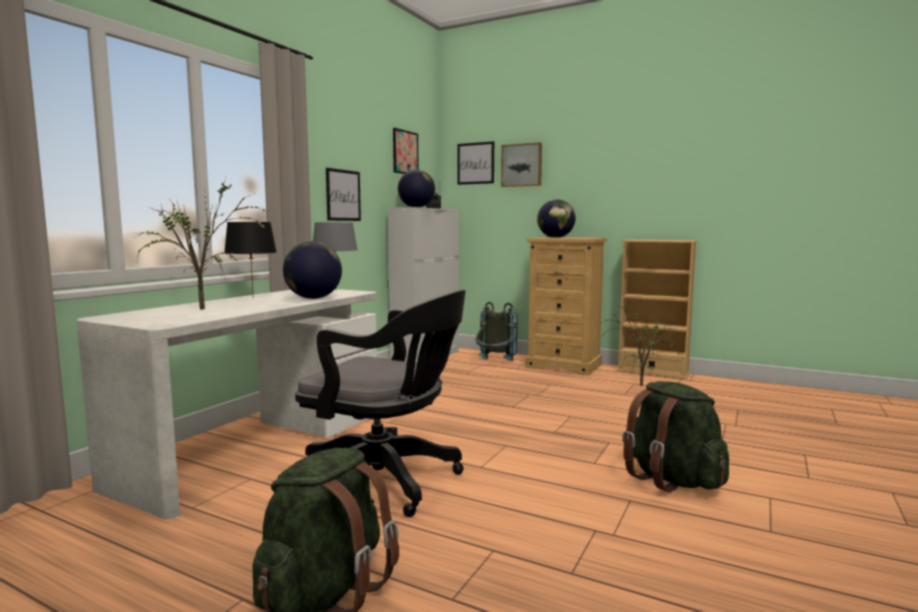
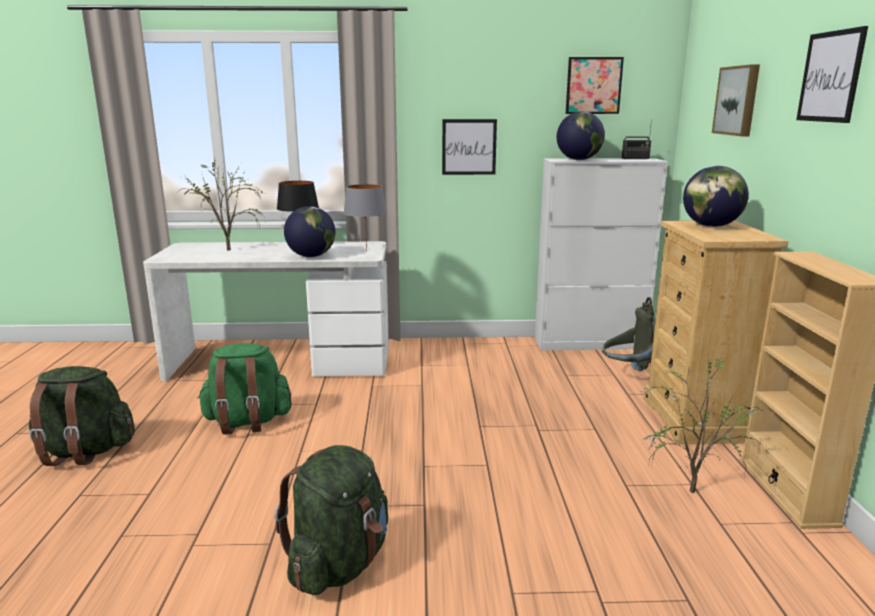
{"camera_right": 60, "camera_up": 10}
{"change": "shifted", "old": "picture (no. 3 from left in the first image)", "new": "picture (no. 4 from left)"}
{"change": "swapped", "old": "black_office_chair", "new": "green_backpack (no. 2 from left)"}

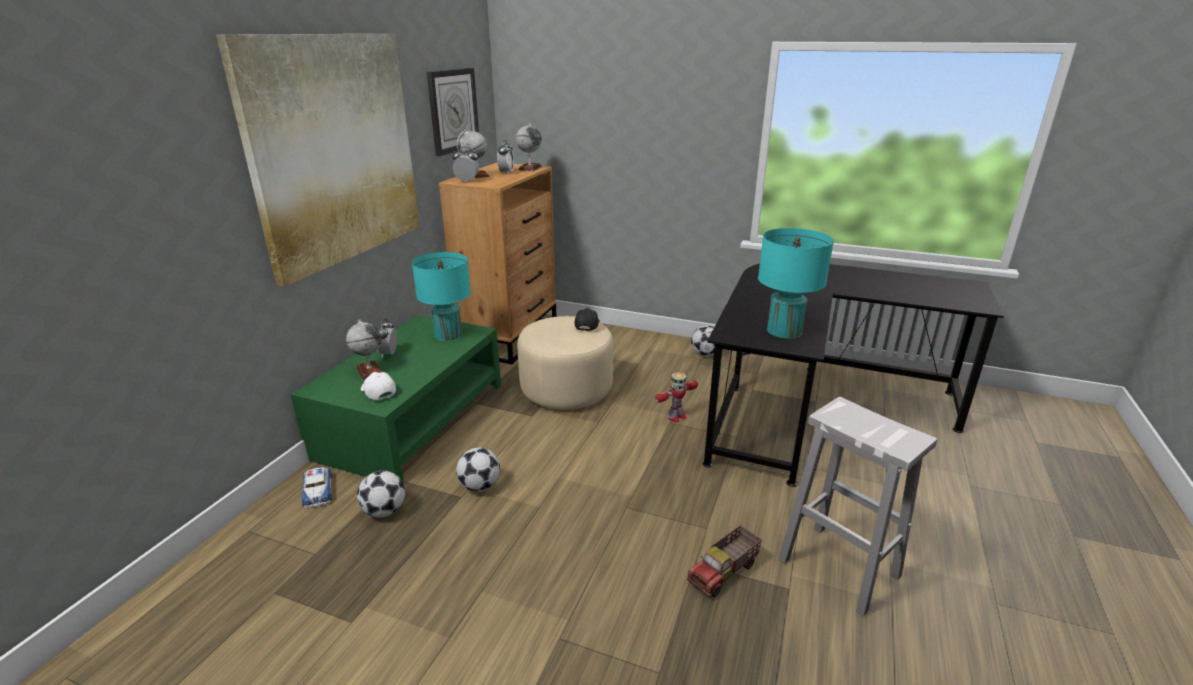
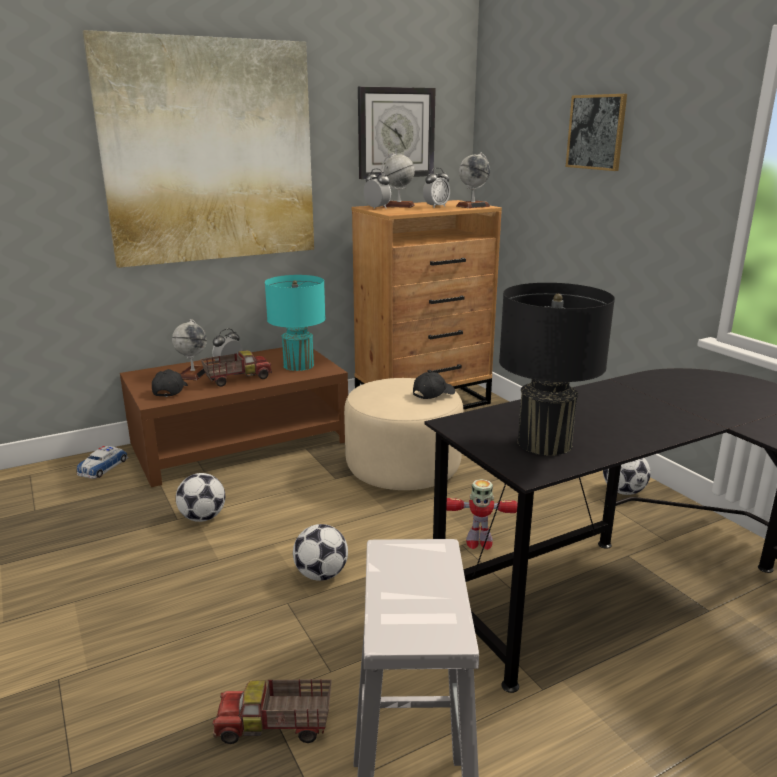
{"camera_right": 40, "camera_up": -5}
{"change": "repainted", "old": "turquoise_table_lamp (no. 2 from left)", "new": "black_table_lamp"}
{"change": "repainted", "old": "green_coffee_table", "new": "brown_coffee_table"}
{"change": "repainted", "old": "white_cap", "new": "black_cap (no. 1 from left)"}
{"change": "shifted", "old": "football (no. 1 from left in the first image)", "new": "football (no. 2 from left)"}
{"change": "new", "new": "picture (no. 2 from left)"}
{"change": "new", "new": "toy_truck (no. 1 from left)"}

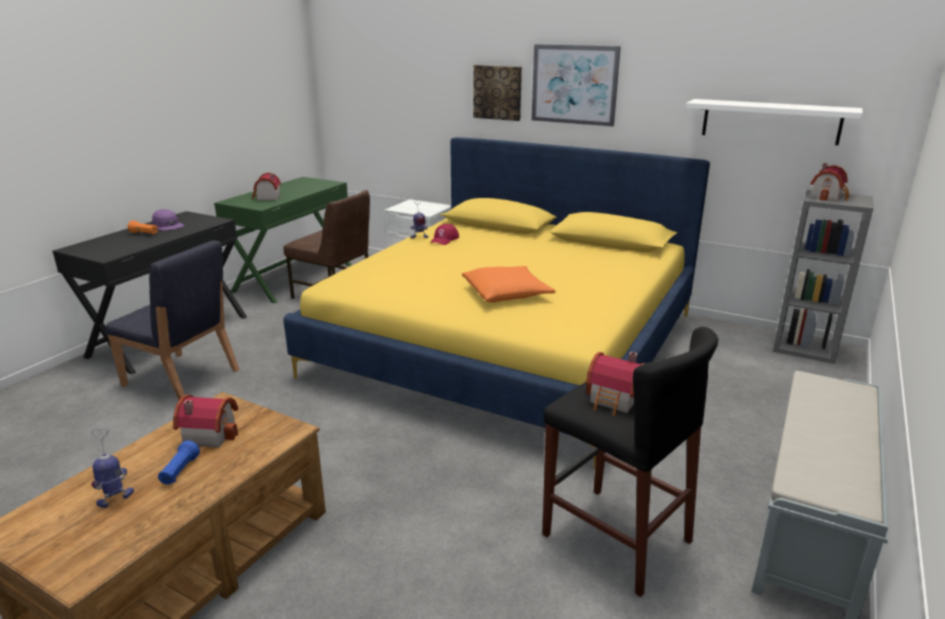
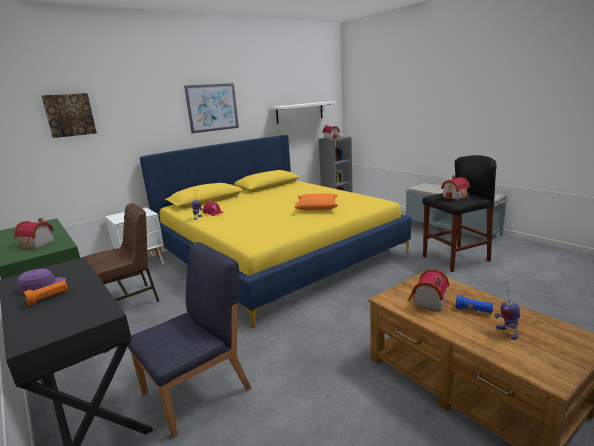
{"camera_right": -65, "camera_up": -5}
{"change": "shifted", "old": "picture (no. 1 from left)"}

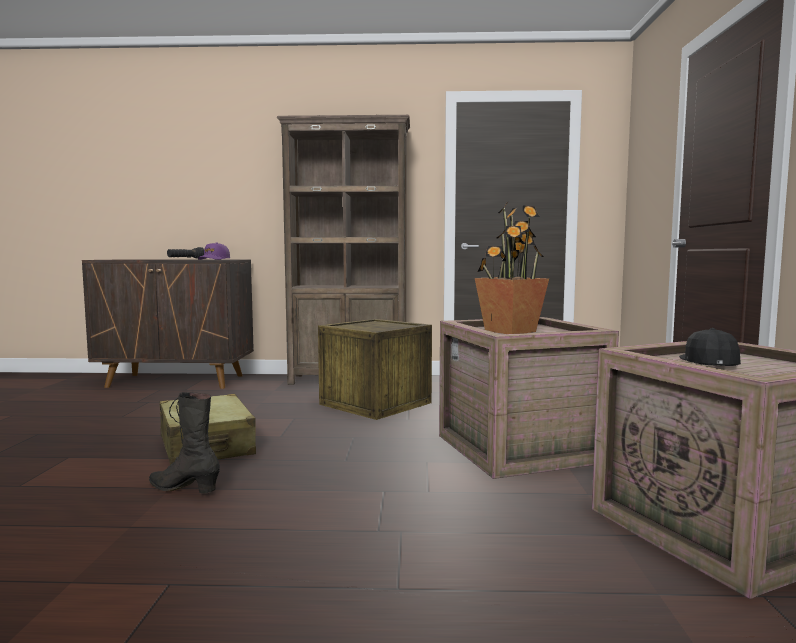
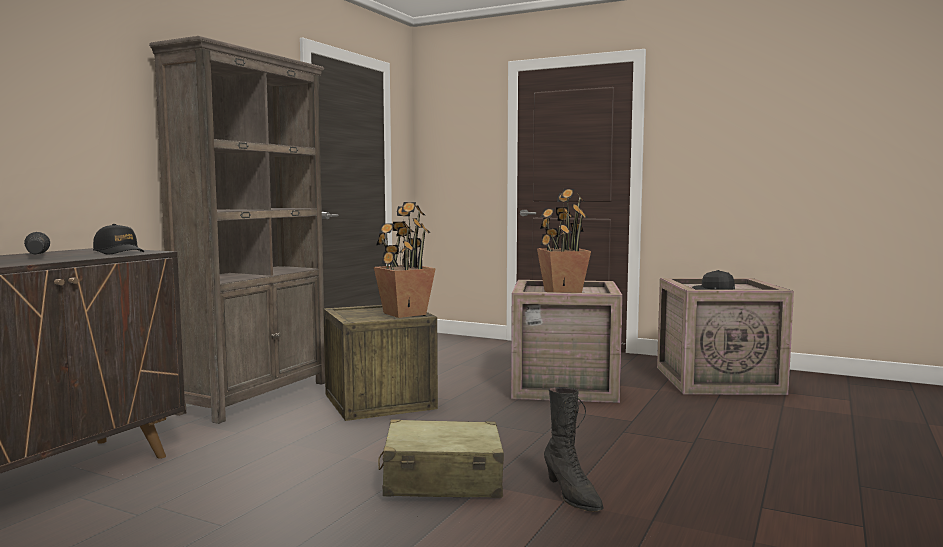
{"camera_right": -65, "camera_up": 0}
{"change": "repainted", "old": "purple_cap", "new": "black_cap (no. 1 from left)"}
{"change": "rotated", "old": "black_boot", "degrees": -75}
{"change": "new", "new": "potted_plant (no. 1 from left)"}

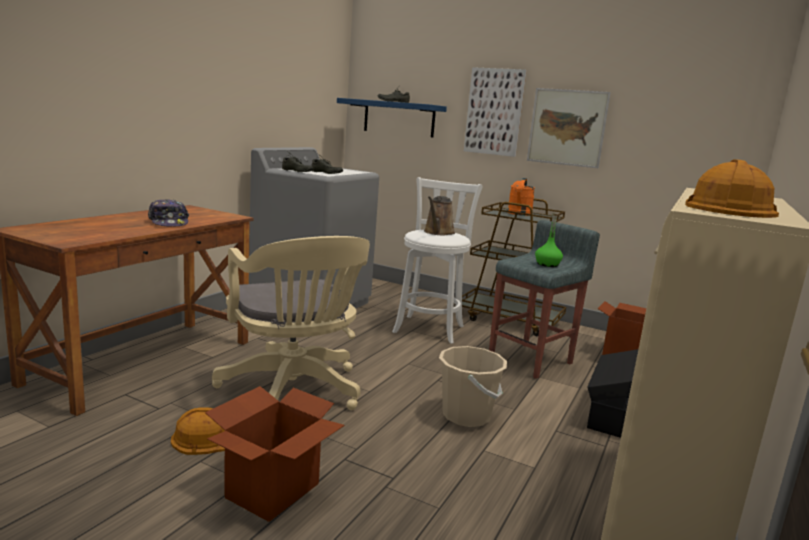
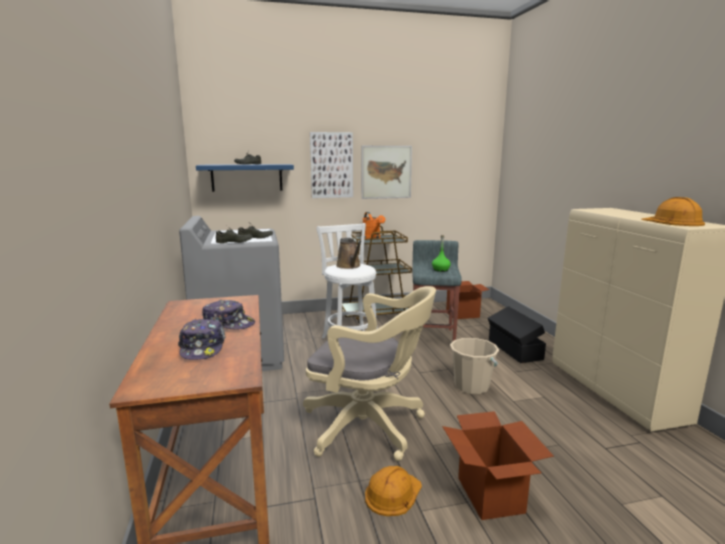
{"camera_right": -40, "camera_up": 0}
{"change": "new", "new": "cap (no. 1 from left)"}

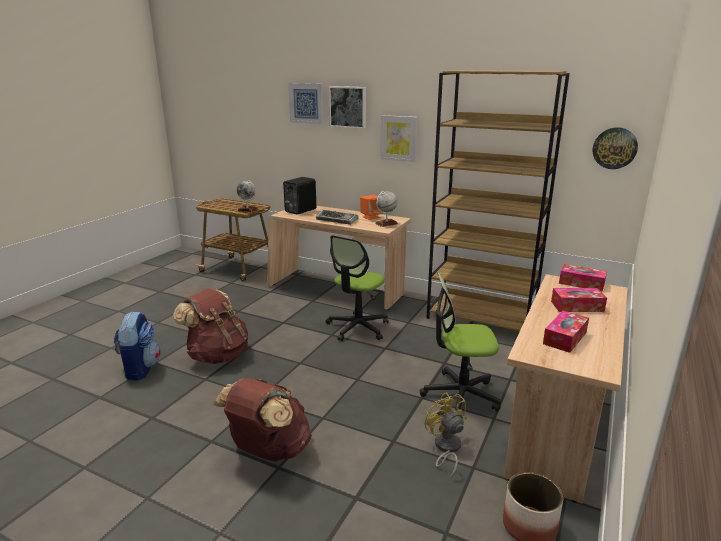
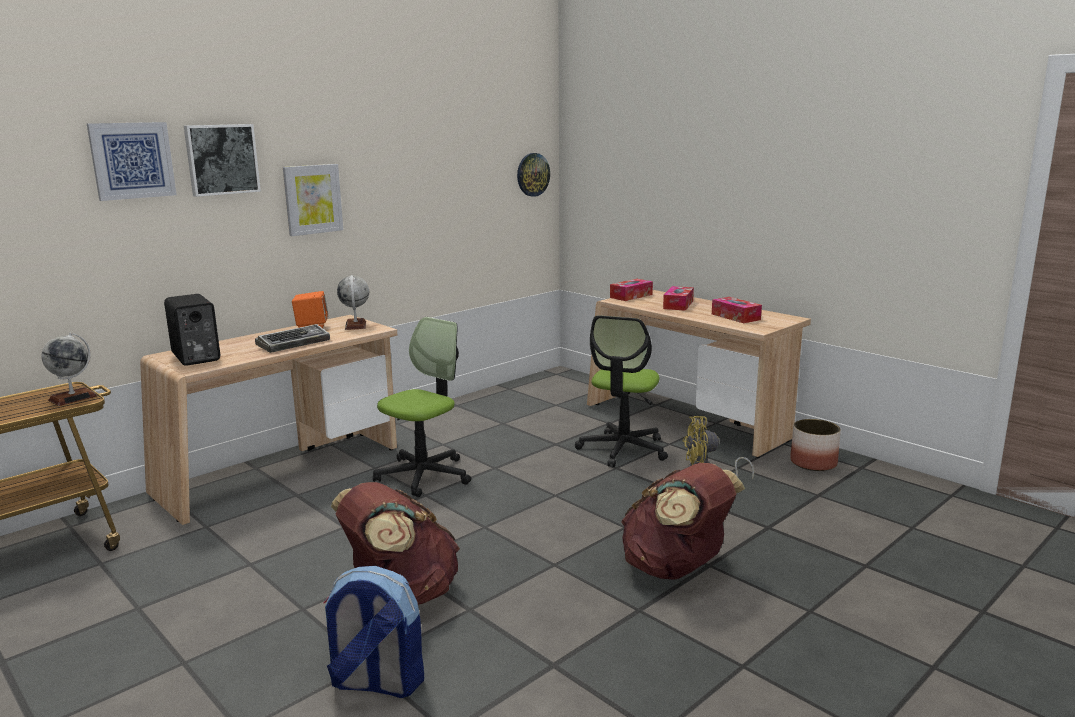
{"camera_right": -70, "camera_up": -5}
{"change": "gone", "old": "brown_bookcase"}
{"change": "rotated", "old": "office_chair (no. 1 from left)", "degrees": -105}

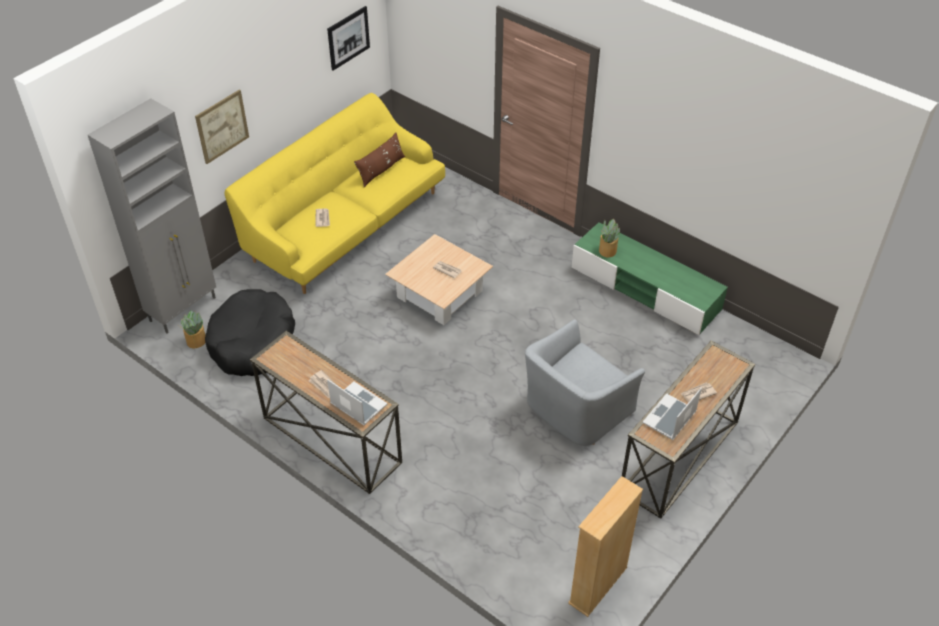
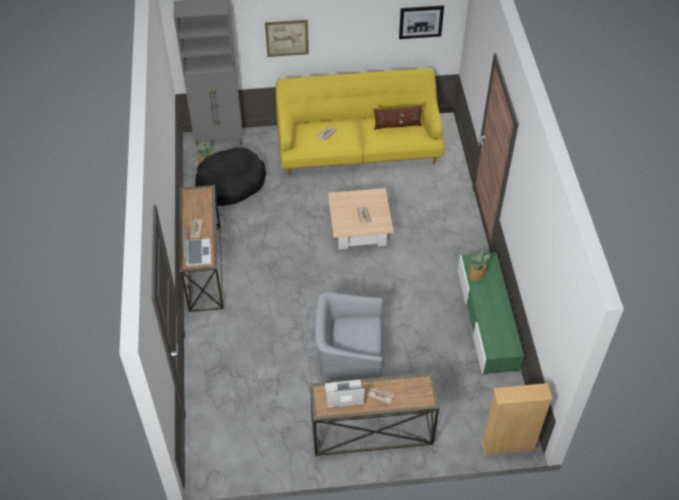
{"camera_right": 45, "camera_up": 5}
{"change": "shifted", "old": "beige_bookcase"}

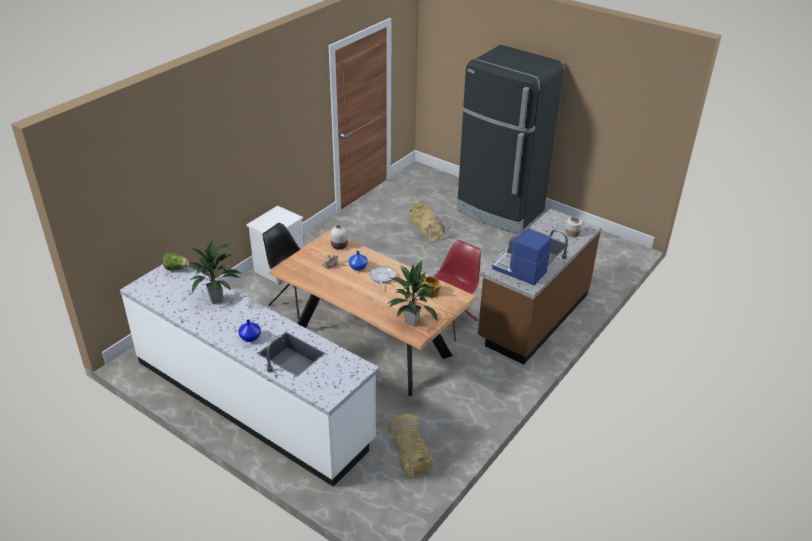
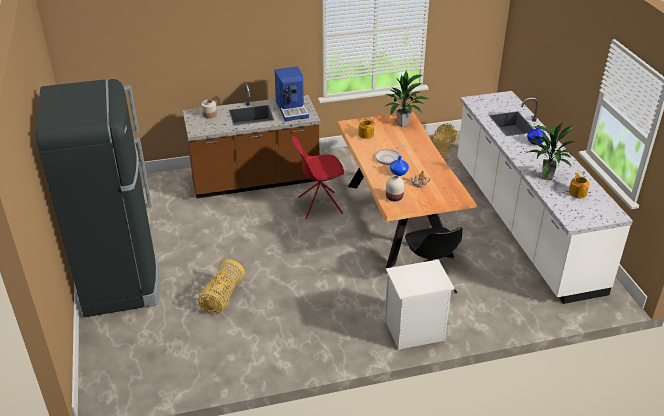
{"camera_right": -140, "camera_up": 0}
{"change": "gone", "old": "lettuce"}
{"change": "new", "new": "teapot (no. 3 from left)"}

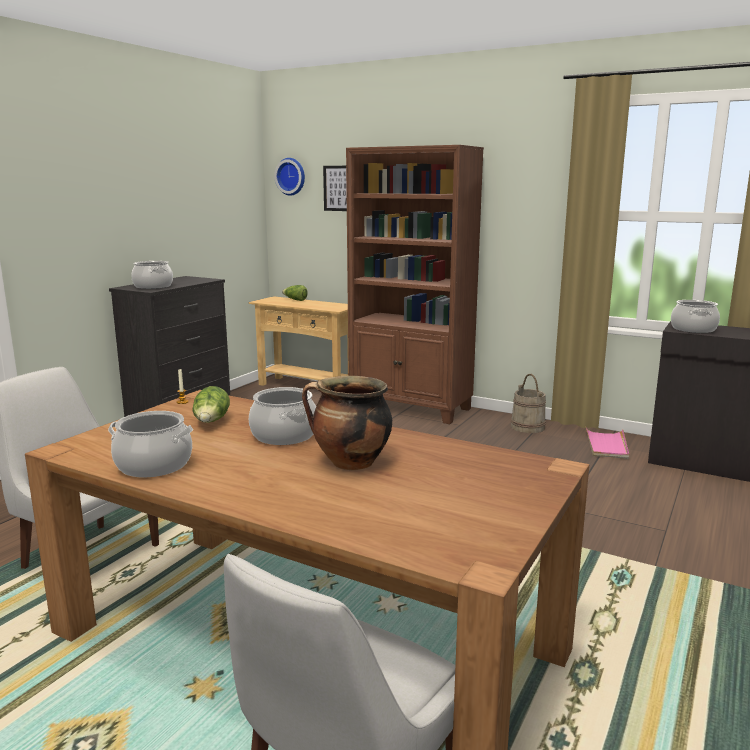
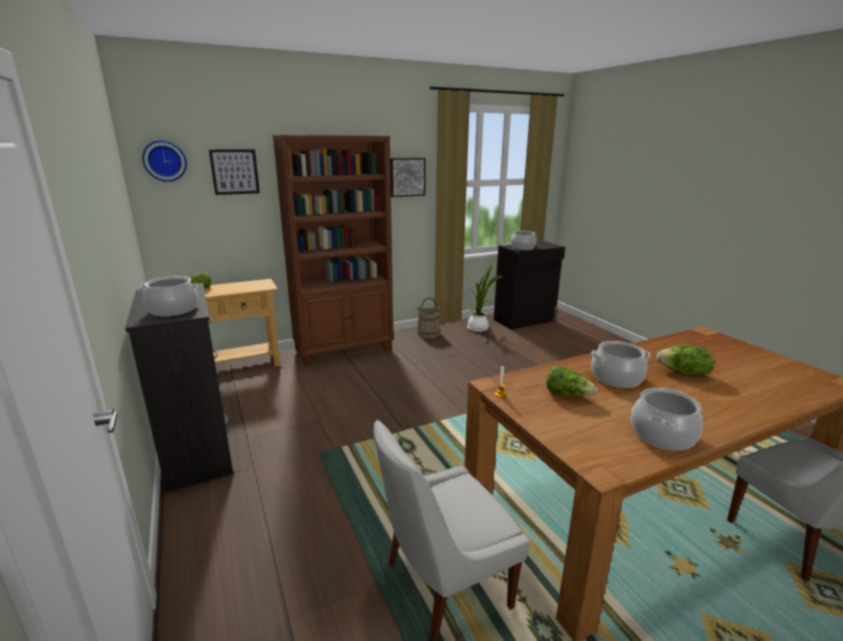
{"camera_right": -55, "camera_up": 5}
{"change": "swapped", "old": "cooking_pot (no. 4 from left)", "new": "lettuce (no. 3 from left)"}
{"change": "swapped", "old": "pink_tray", "new": "potted_plant"}
{"change": "new", "new": "picture (no. 2 from left)"}

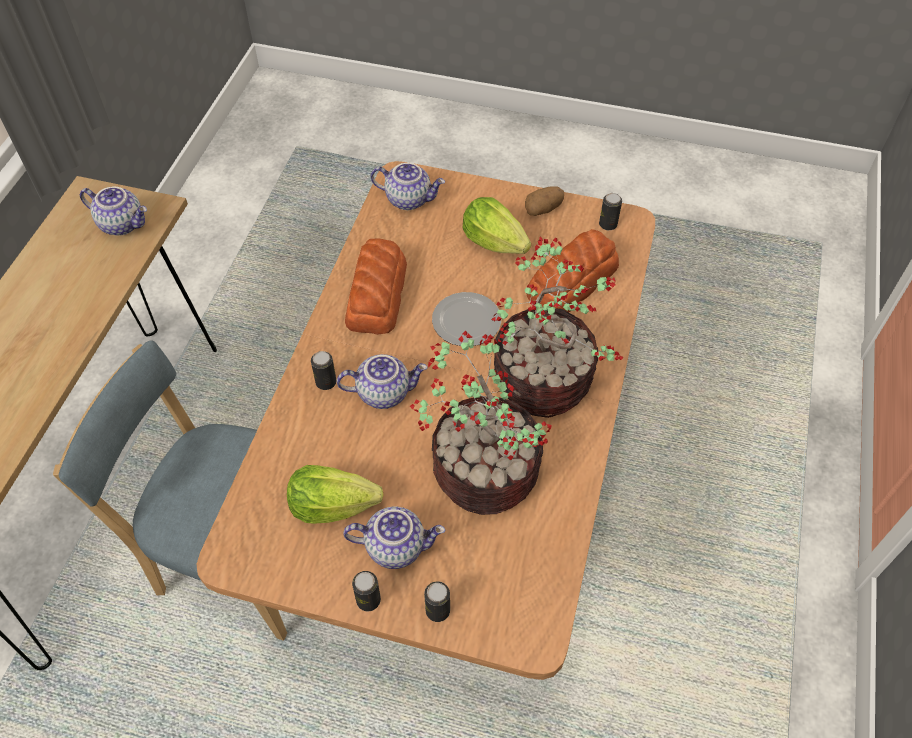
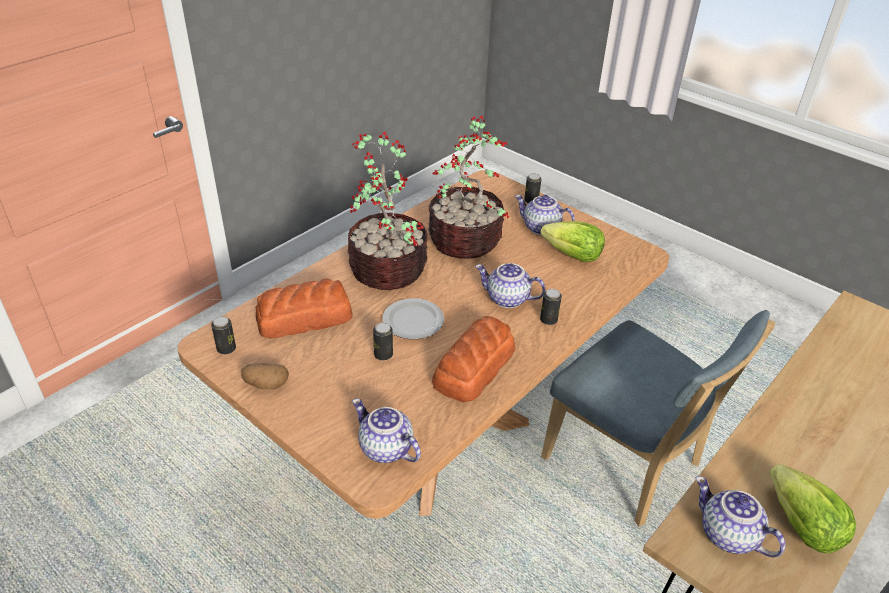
{"camera_right": -155, "camera_up": -15}
{"change": "shifted", "old": "lettuce (no. 2 from left)"}
{"change": "shifted", "old": "can (no. 2 from left)"}

